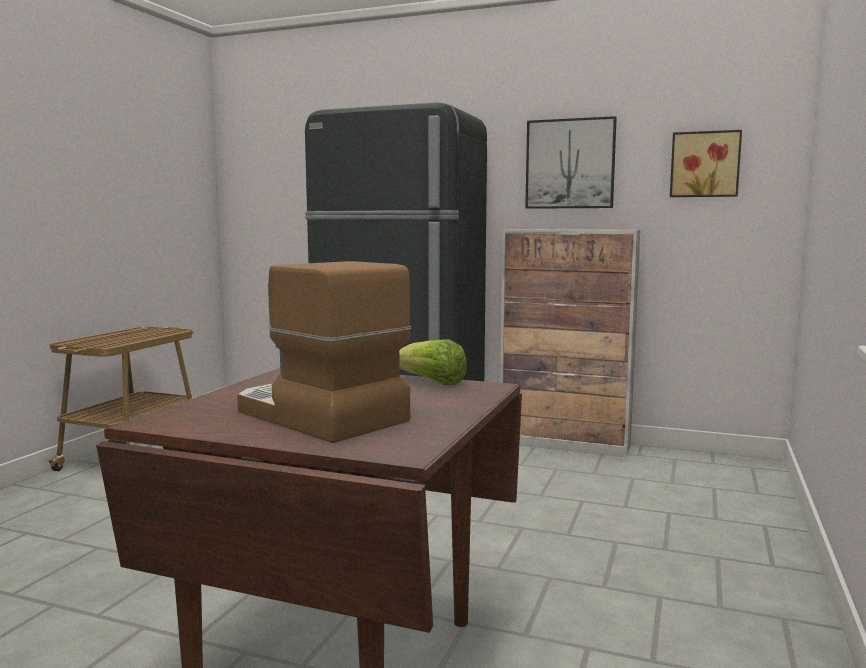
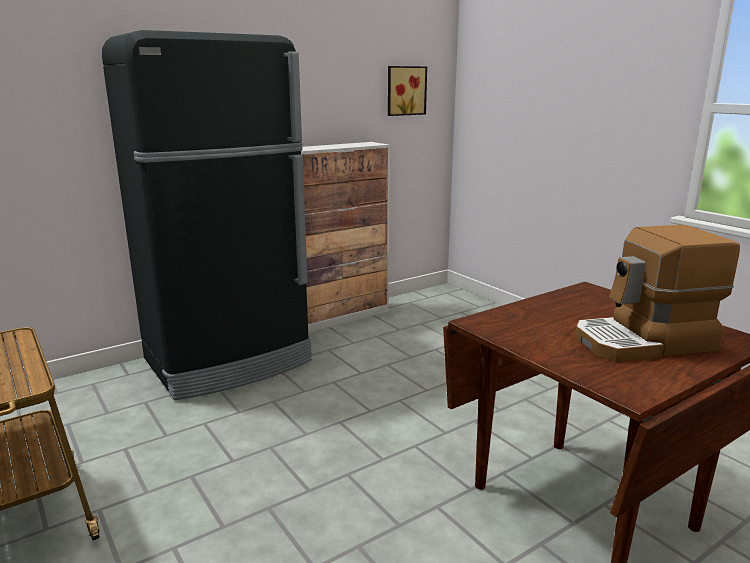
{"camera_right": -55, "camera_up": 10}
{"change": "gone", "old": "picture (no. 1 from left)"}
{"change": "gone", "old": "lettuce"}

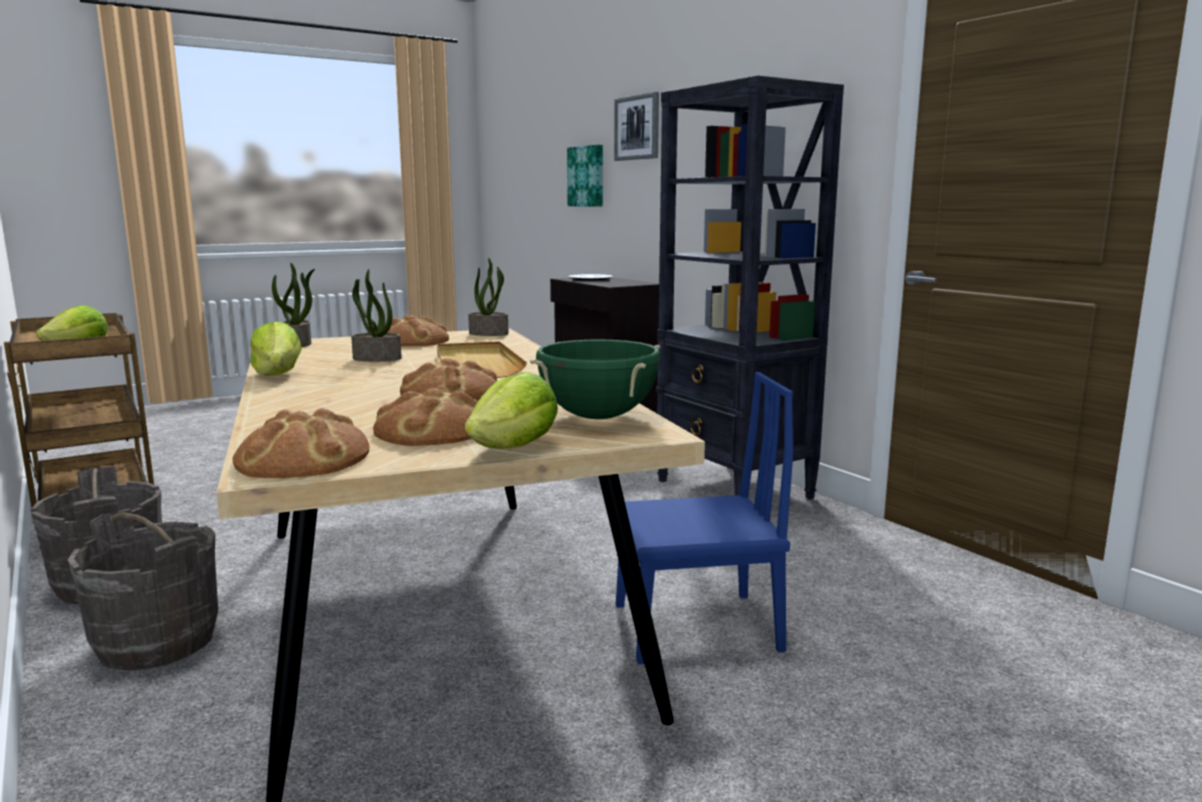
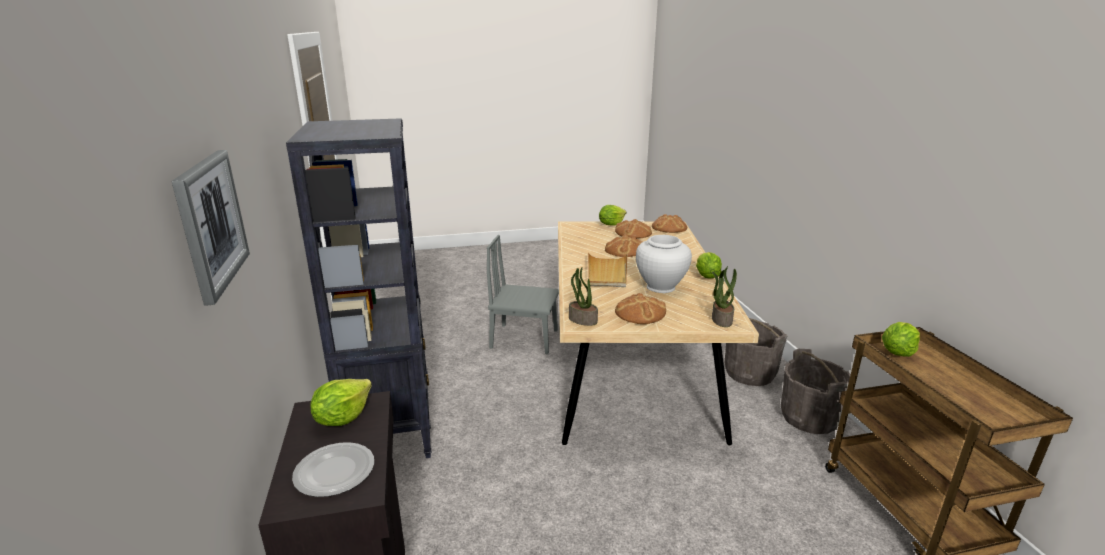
{"camera_right": -160, "camera_up": 10}
{"change": "gone", "old": "picture (no. 1 from left)"}
{"change": "swapped", "old": "potted_plant (no. 2 from left)", "new": "white_vase"}
{"change": "gone", "old": "green_cooking_pot"}
{"change": "repainted", "old": "blue_chair", "new": "grey_chair"}
{"change": "new", "new": "lettuce (no. 1 from left)"}

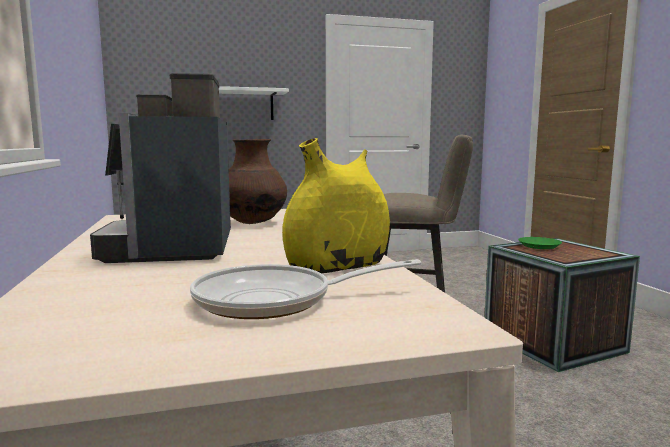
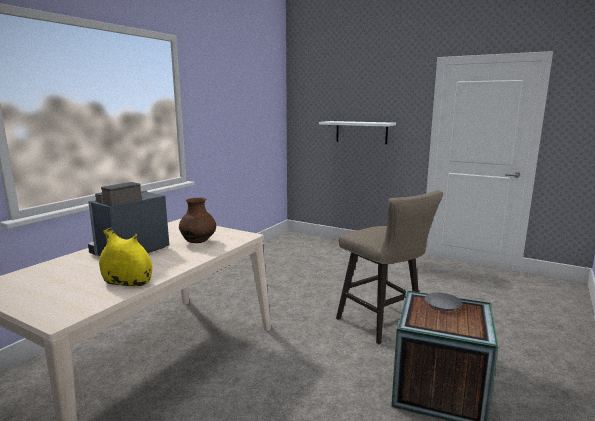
{"camera_right": 45, "camera_up": 5}
{"change": "repainted", "old": "green_plate", "new": "grey_plate"}
{"change": "gone", "old": "frying_pan"}

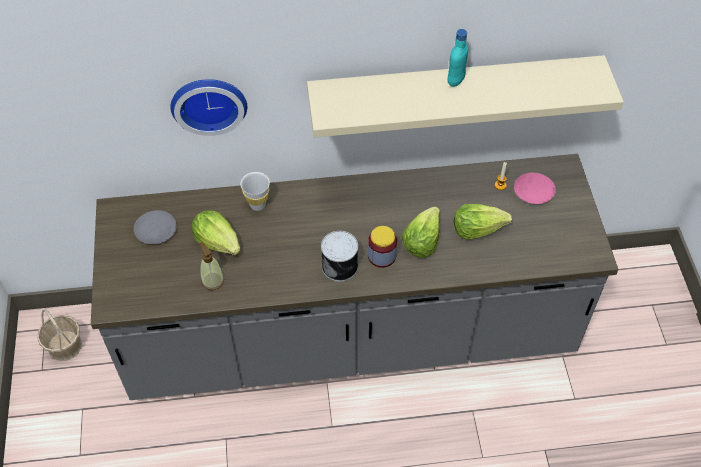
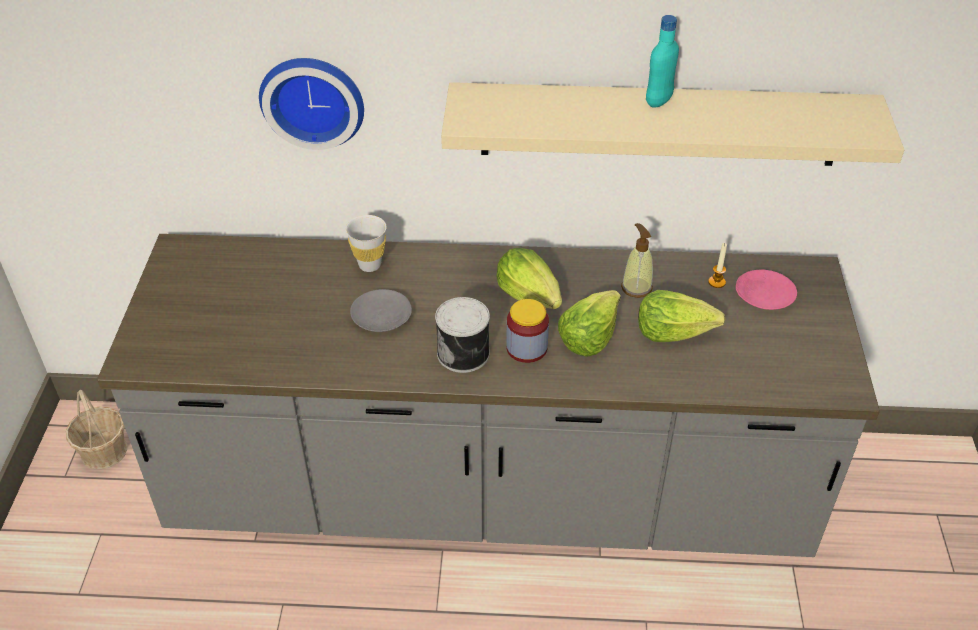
{"camera_right": 10, "camera_up": -10}
{"change": "shifted", "old": "grey_plate"}
{"change": "shifted", "old": "lettuce (no. 1 from left)"}
{"change": "shifted", "old": "soap_dispenser"}

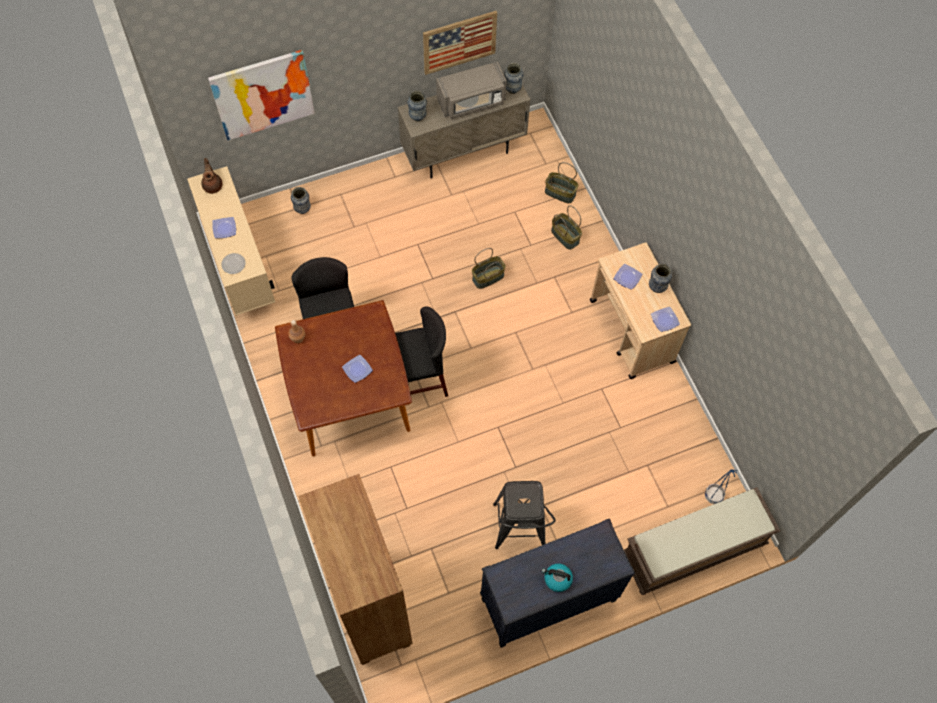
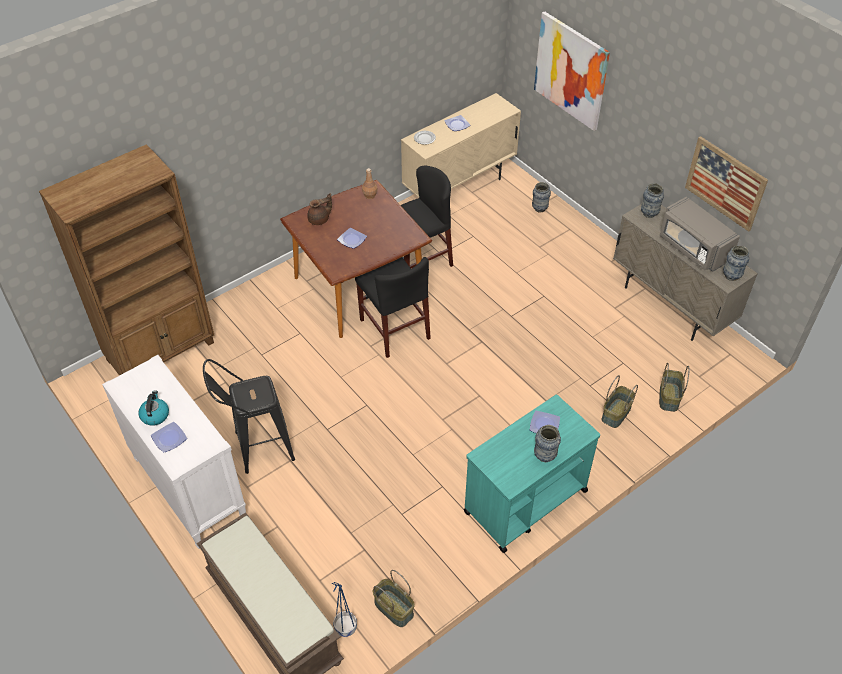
{"camera_right": 75, "camera_up": -15}
{"change": "shifted", "old": "brown_teapot"}
{"change": "repainted", "old": "beige_cart", "new": "turquoise_cart"}
{"change": "shifted", "old": "basket (no. 1 from left)"}
{"change": "shifted", "old": "plate (no. 5 from left in the first image)", "new": "plate (no. 1 from left)"}
{"change": "repainted", "old": "black_dresser", "new": "white_dresser"}

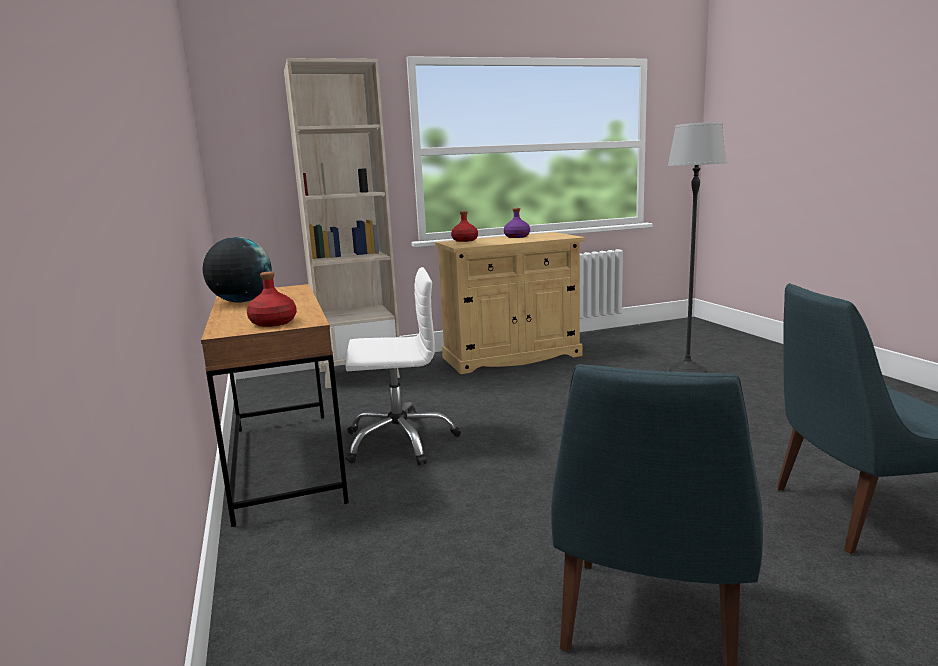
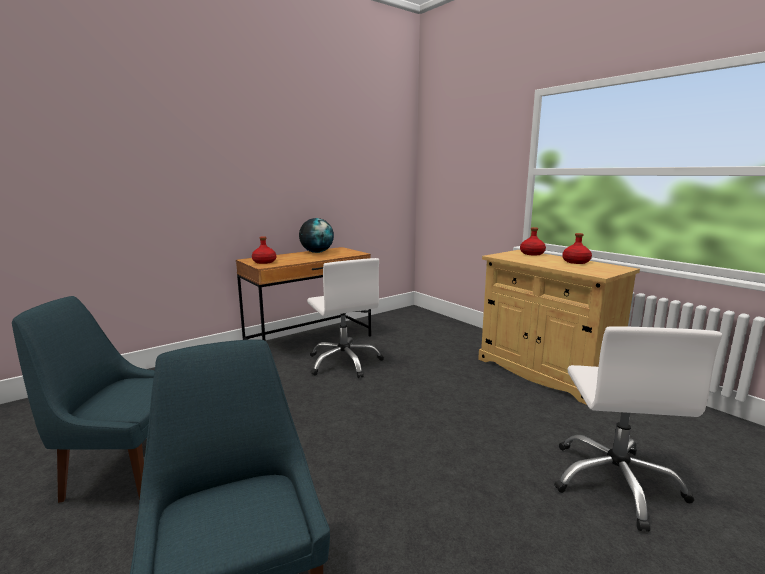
{"camera_right": 70, "camera_up": 0}
{"change": "gone", "old": "beige_bookcase"}
{"change": "swapped", "old": "floor_lamp", "new": "white_office_chair (no. 2 from left)"}
{"change": "repainted", "old": "purple_bottle", "new": "red_bottle (no. 3 from left)"}

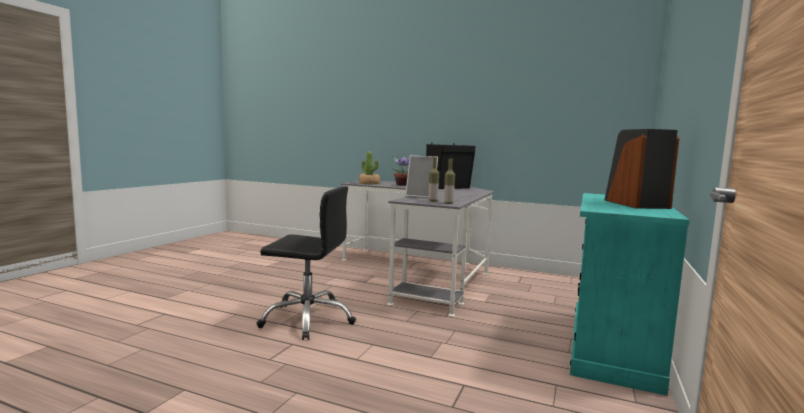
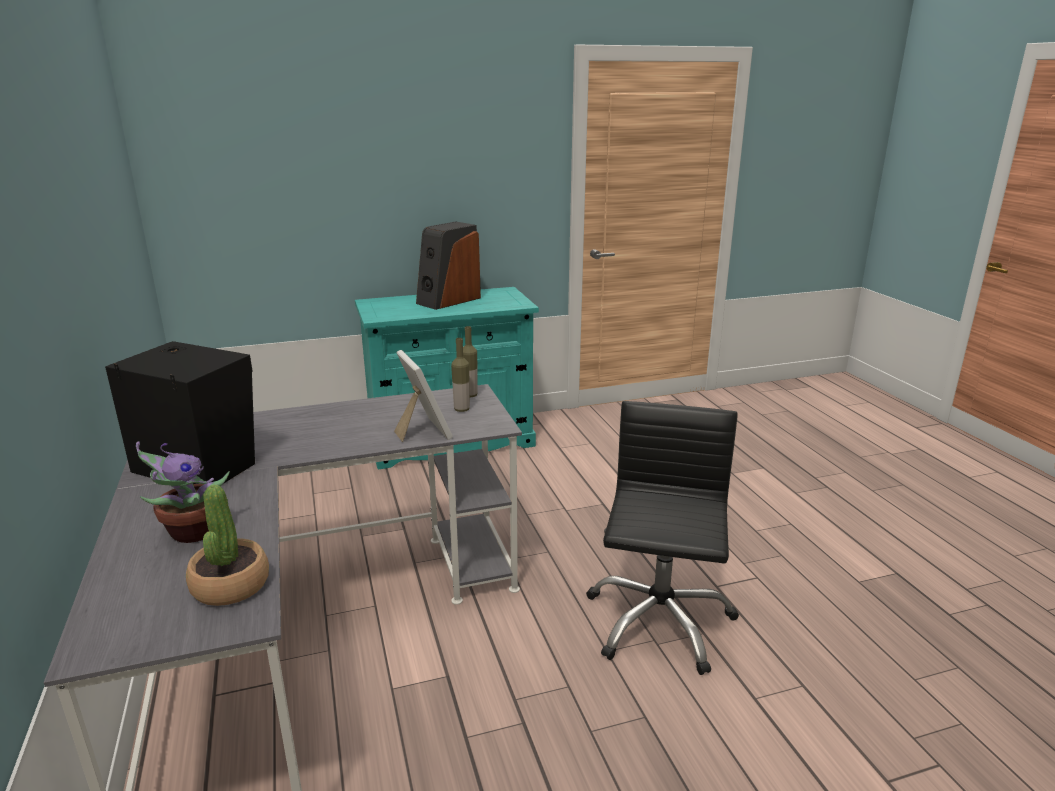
{"camera_right": -130, "camera_up": 15}
{"change": "rotated", "old": "black_office_chair", "degrees": 45}

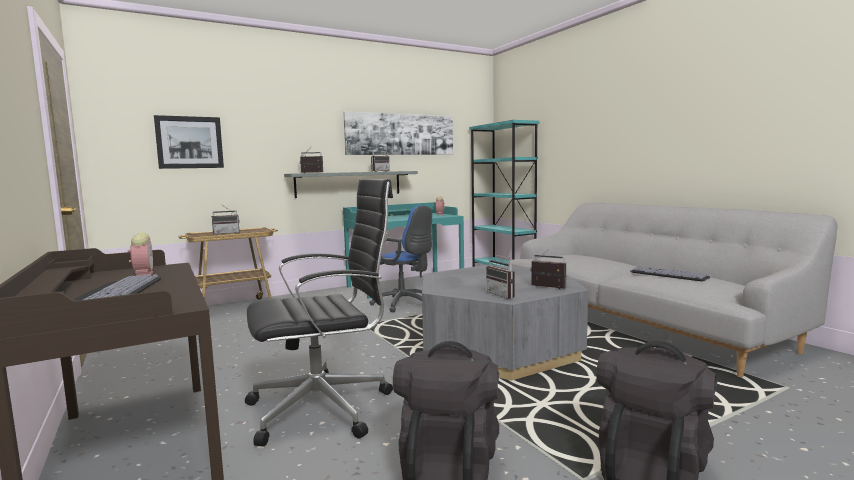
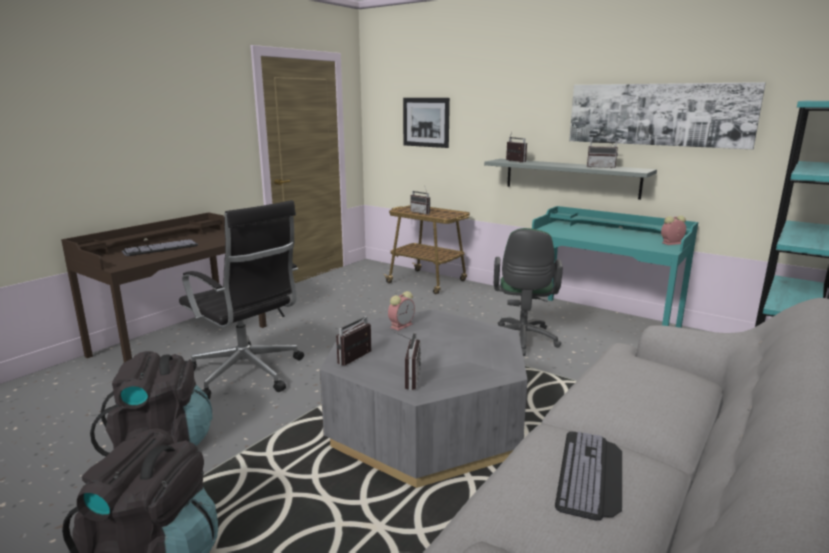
{"camera_right": 65, "camera_up": 10}
{"change": "repainted", "old": "blue_office_chair", "new": "green_office_chair"}
{"change": "shifted", "old": "alarm_clock (no. 1 from left)"}

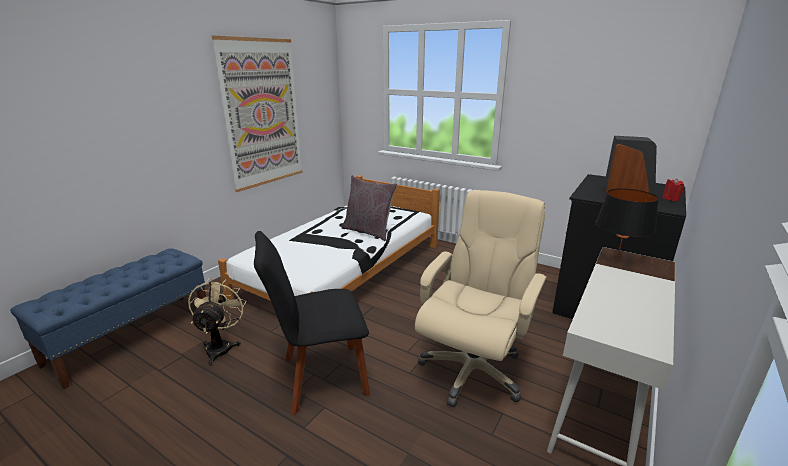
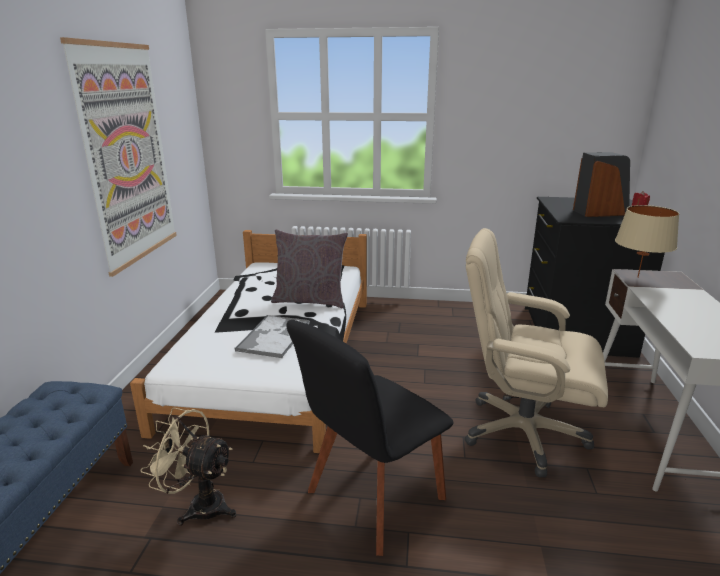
{"camera_right": -25, "camera_up": 0}
{"change": "repainted", "old": "black_table_lamp", "new": "beige_table_lamp"}
{"change": "rotated", "old": "beige_office_chair", "degrees": -75}
{"change": "rotated", "old": "beige_fan", "degrees": -45}
{"change": "new", "new": "tray"}

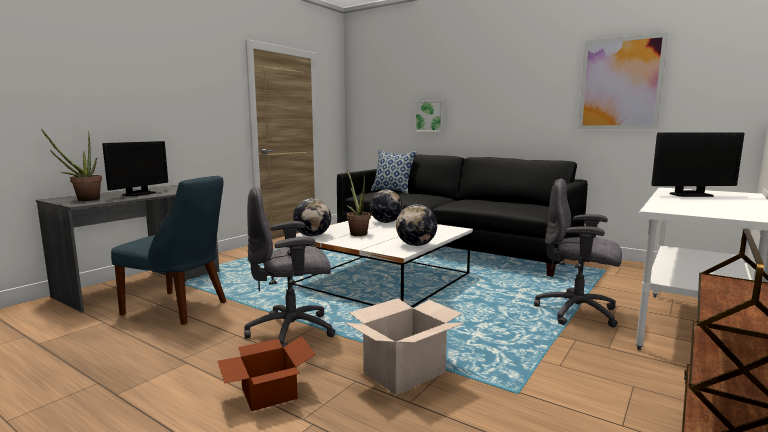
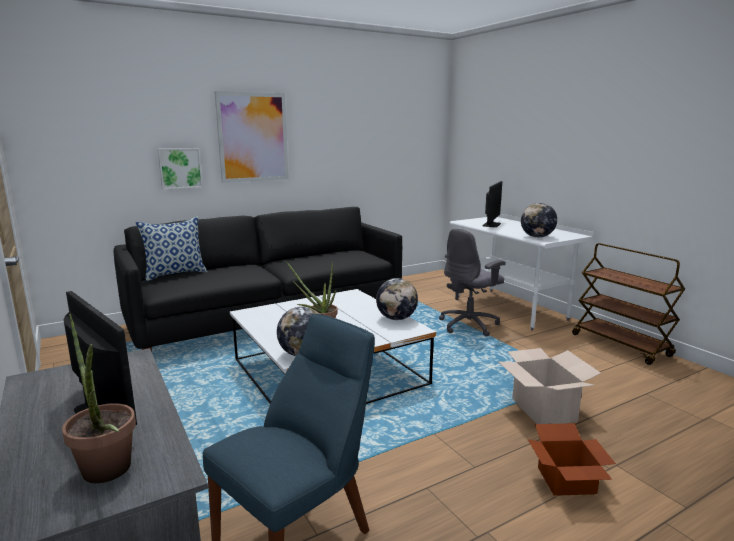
{"camera_right": -65, "camera_up": 5}
{"change": "shifted", "old": "picture (no. 2 from left)"}
{"change": "gone", "old": "grey_office_chair (no. 1 from left)"}
{"change": "shifted", "old": "globe (no. 2 from left in the first image)", "new": "globe (no. 3 from left)"}

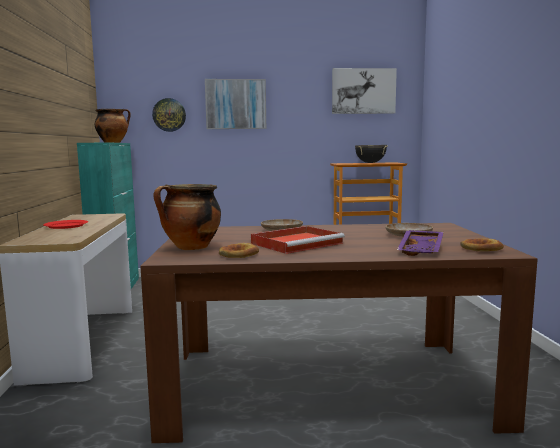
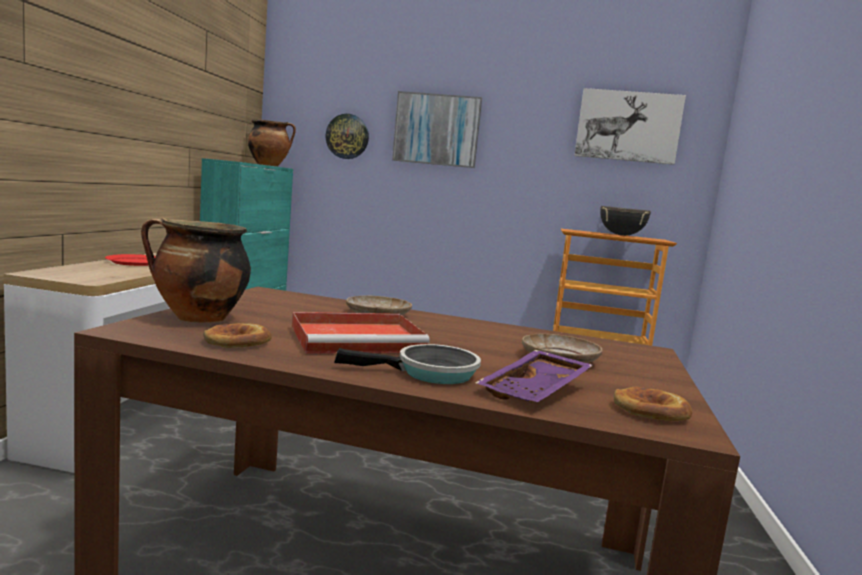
{"camera_right": 15, "camera_up": 0}
{"change": "new", "new": "frying_pan"}

